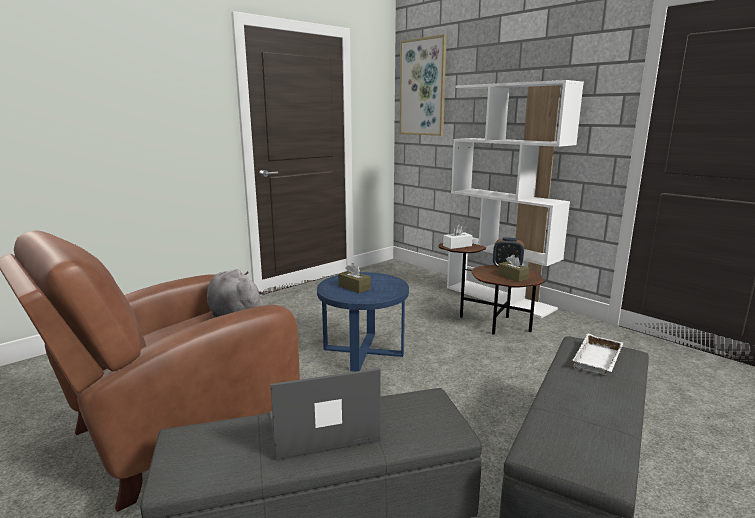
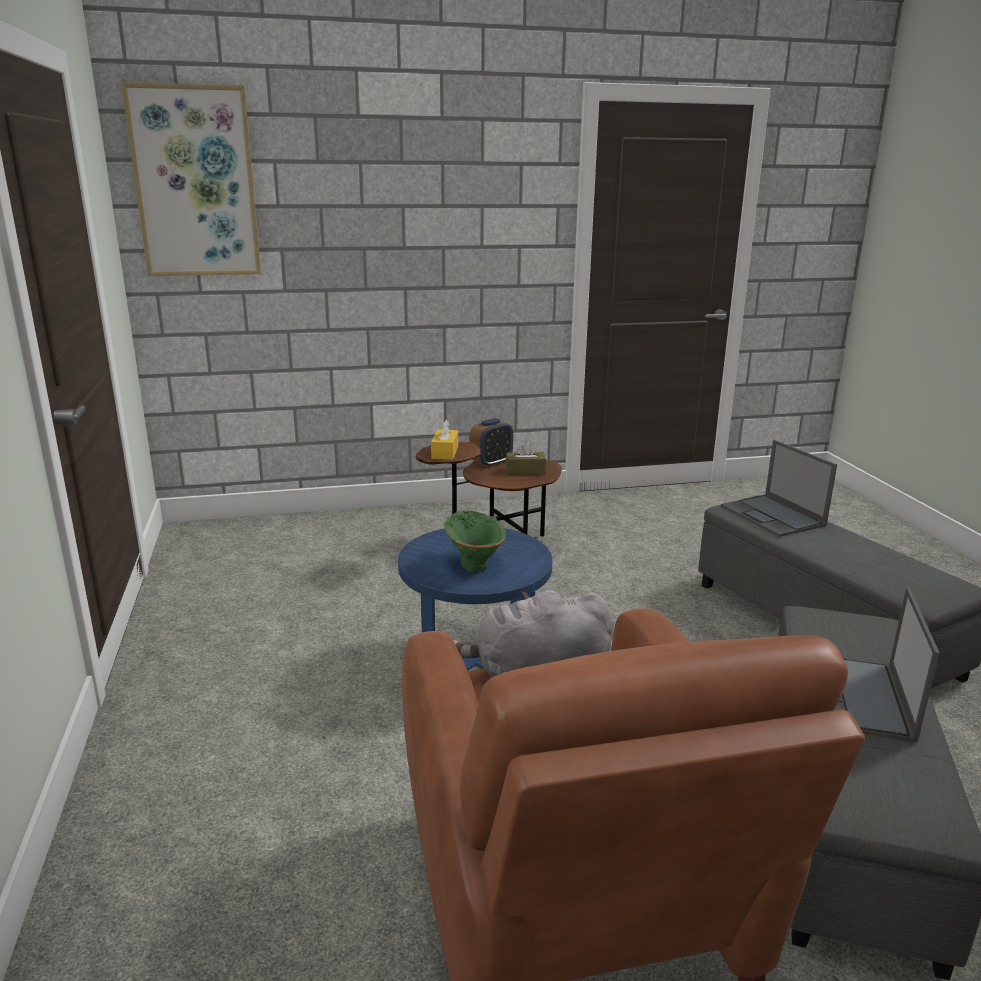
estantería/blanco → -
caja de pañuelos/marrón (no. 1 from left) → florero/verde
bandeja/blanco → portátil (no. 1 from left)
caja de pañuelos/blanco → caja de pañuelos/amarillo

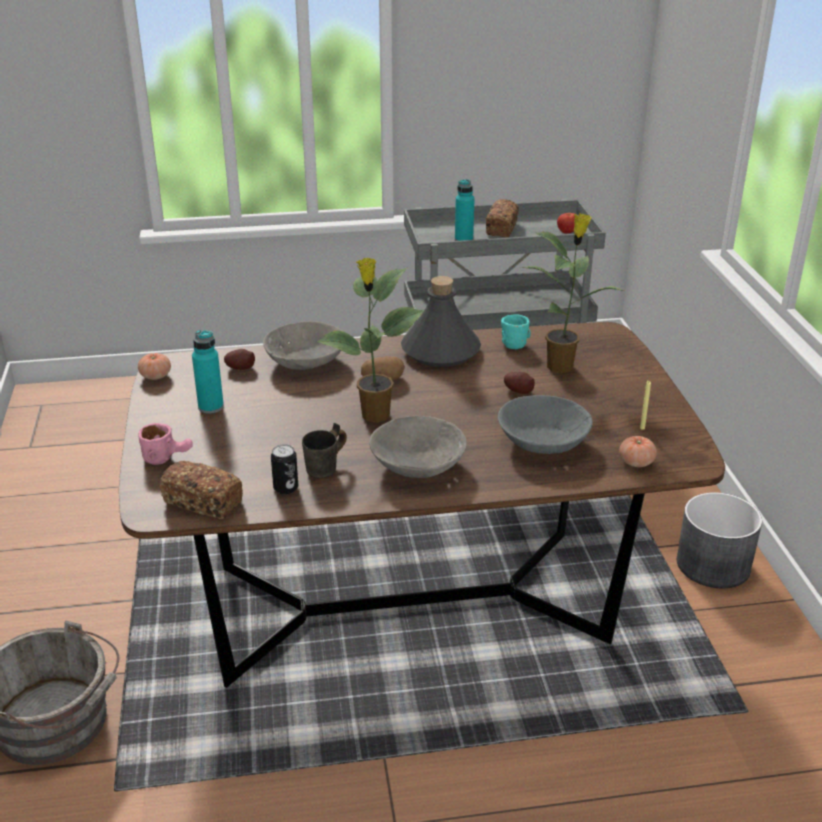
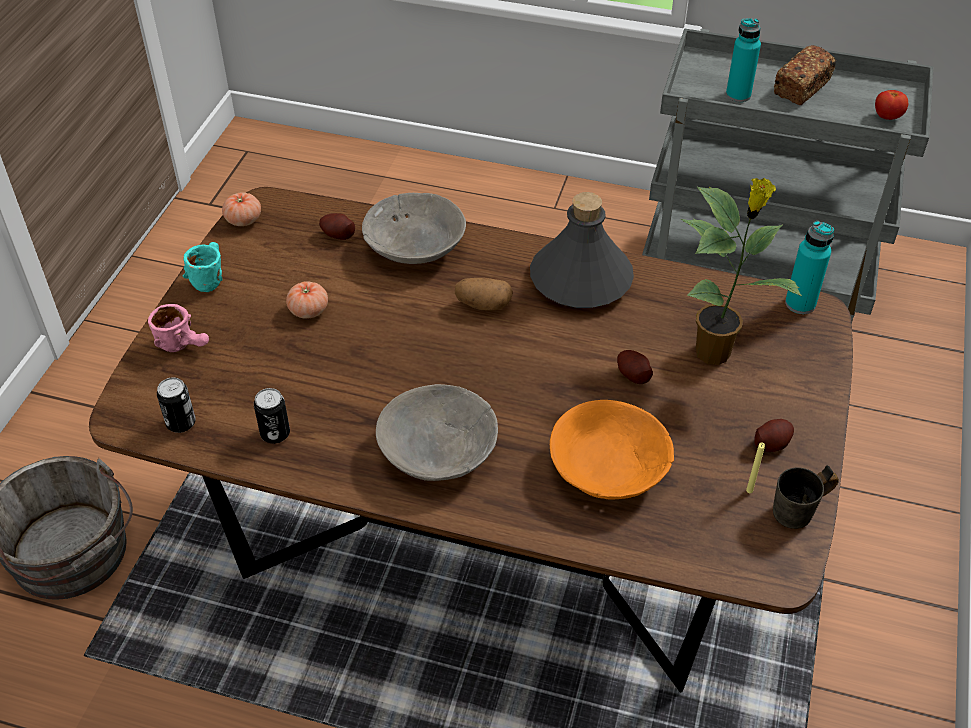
planta en maceta (no. 1 from left) → -
maceta/gris → -
- → patata (no. 4 from left)
botella/turquesa (no. 1 from left in the first image) → botella/turquesa (no. 2 from left), relocated
taza grande/gris, relocated
taza grande/turquesa, relocated
tomate (no. 3 from left in the first image) → tomate (no. 2 from left), relocated
pan (no. 1 from left) → lata (no. 1 from left)
cuenco/gris (no. 3 from left) → cuenco/naranja

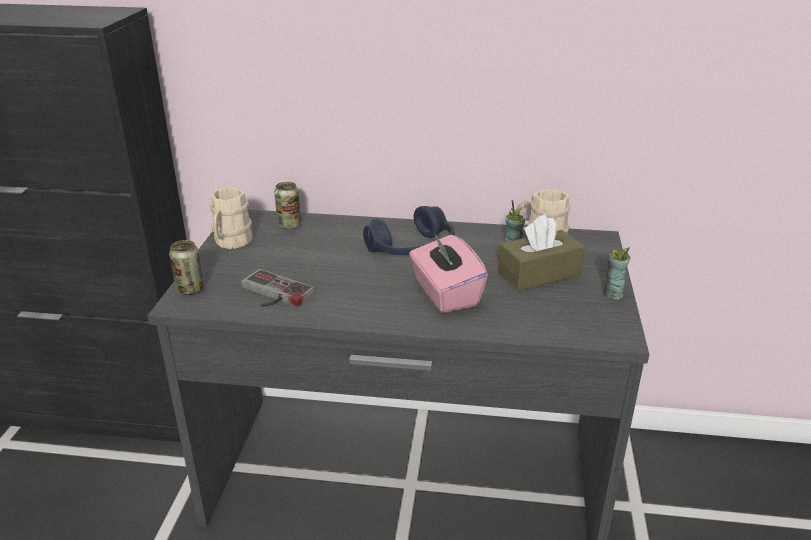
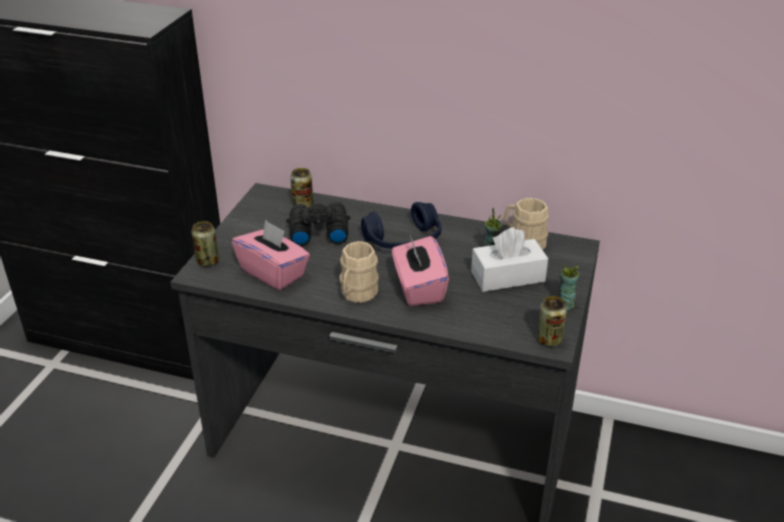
- → prismáticos/negro
- → lata (no. 3 from left)
taza grande/beis (no. 1 from left), relocated
mando de consola → caja de pañuelos/rosa (no. 1 from left)
caja de pañuelos/marrón → caja de pañuelos/blanco

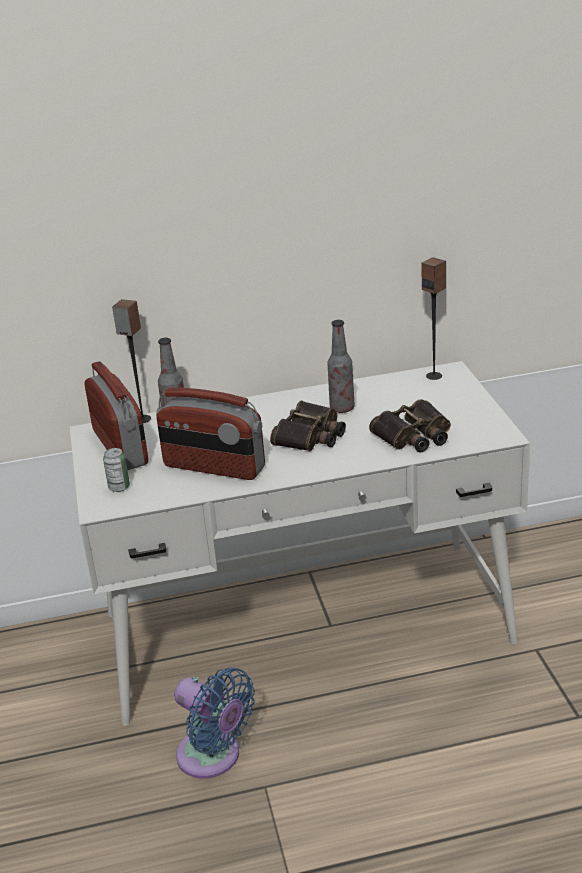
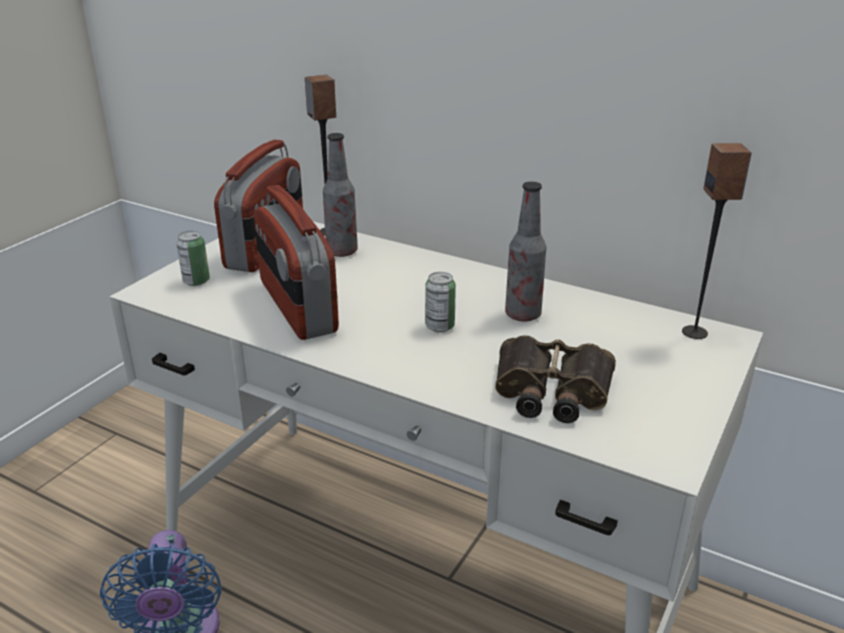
prismáticos (no. 1 from left) → lata (no. 2 from left)

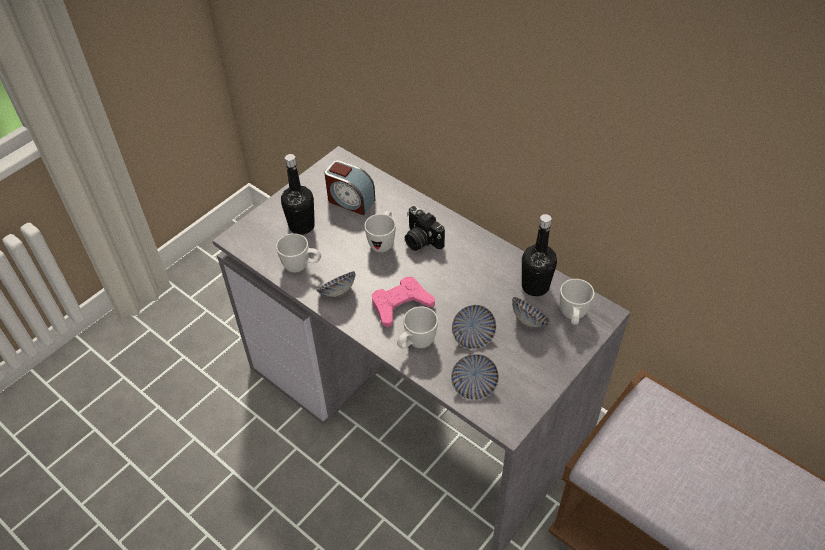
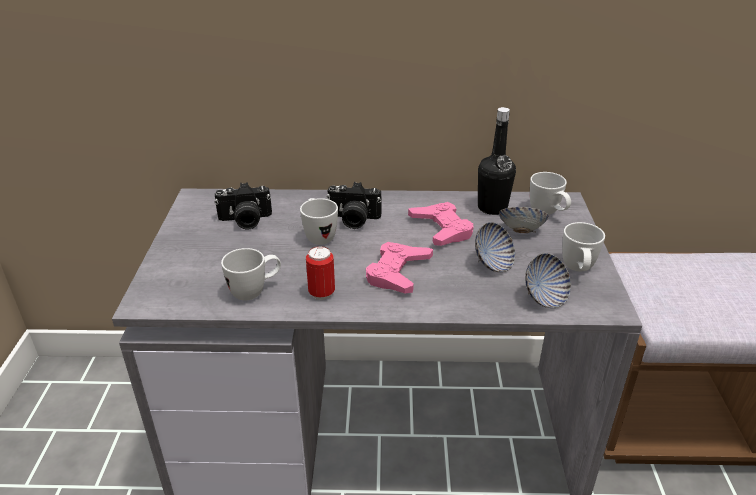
botella/negro (no. 1 from left) → -
- → mando de consola/rosa (no. 2 from left)
taza grande/blanco (no. 3 from left in the first image) → taza grande/blanco (no. 4 from left), relocated
cuenco (no. 1 from left) → lata
despertador → cámara (no. 1 from left)

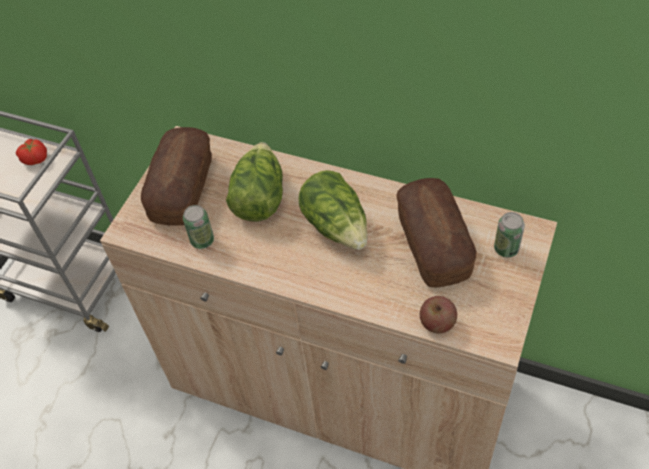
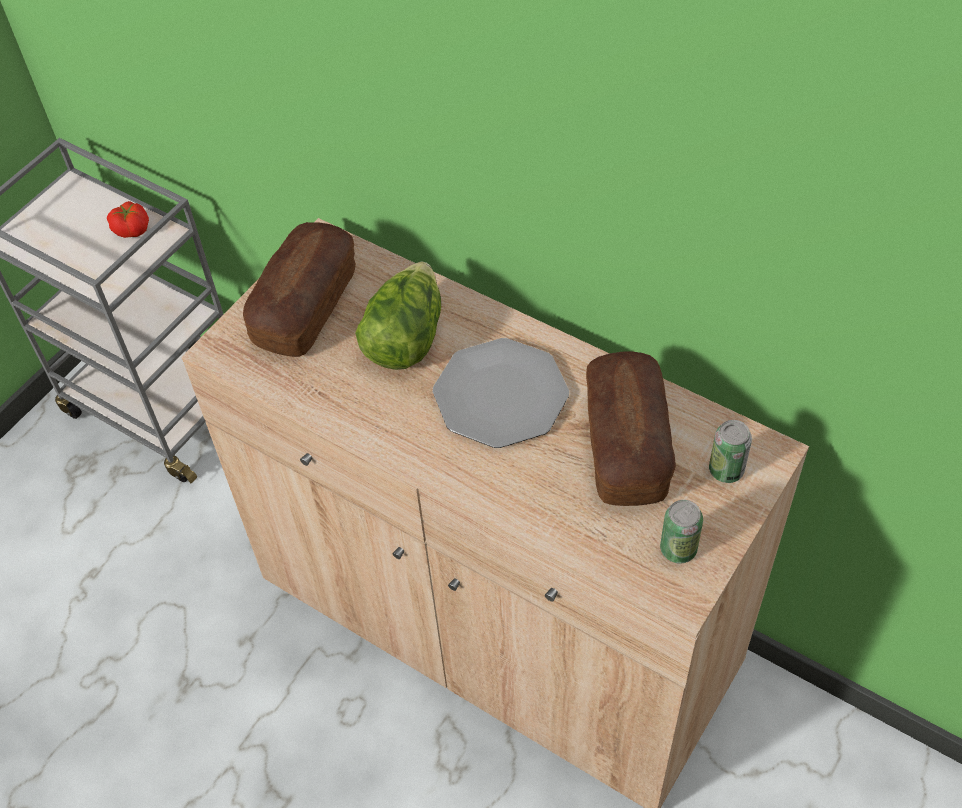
manzana → -
lata (no. 1 from left), relocated
lechuga (no. 2 from left) → plato

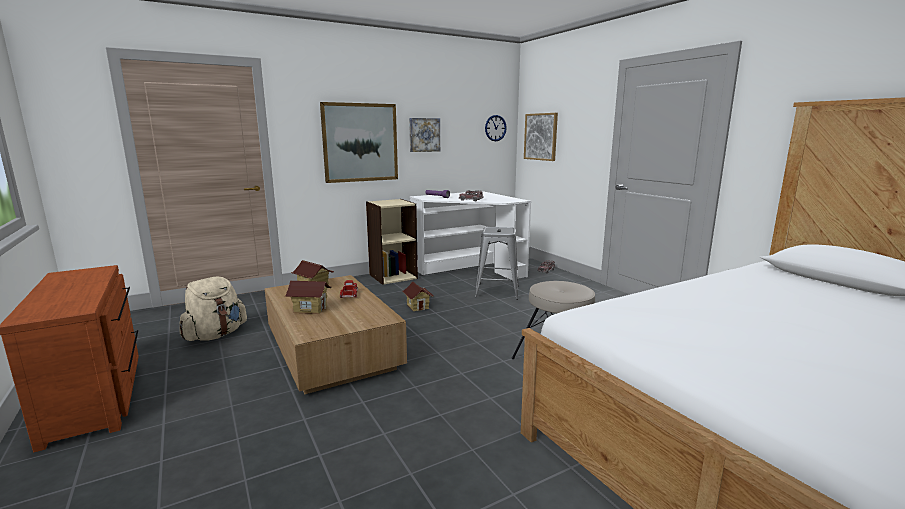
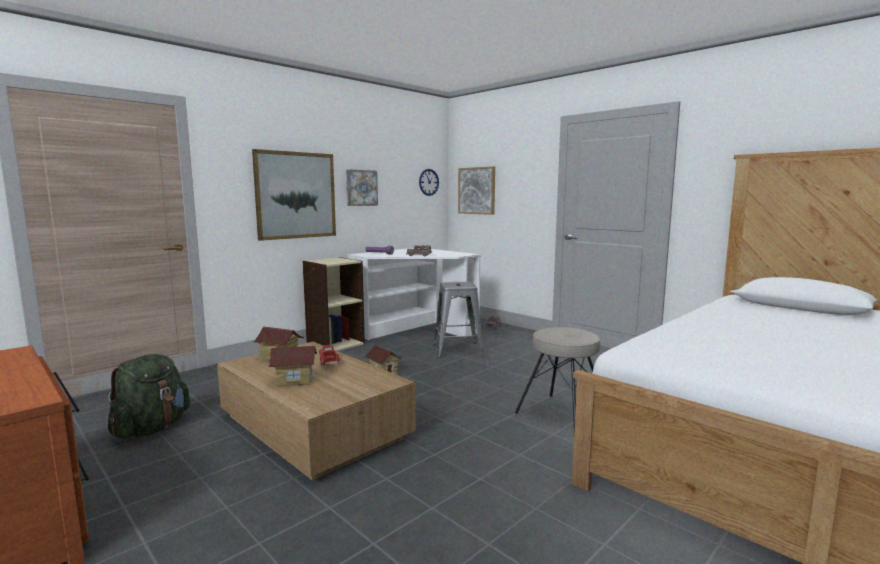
mochila/beis → mochila/verde

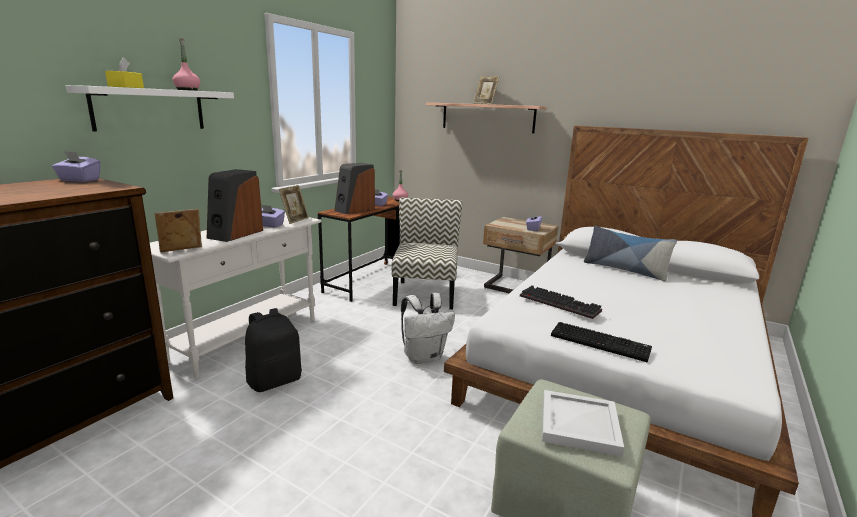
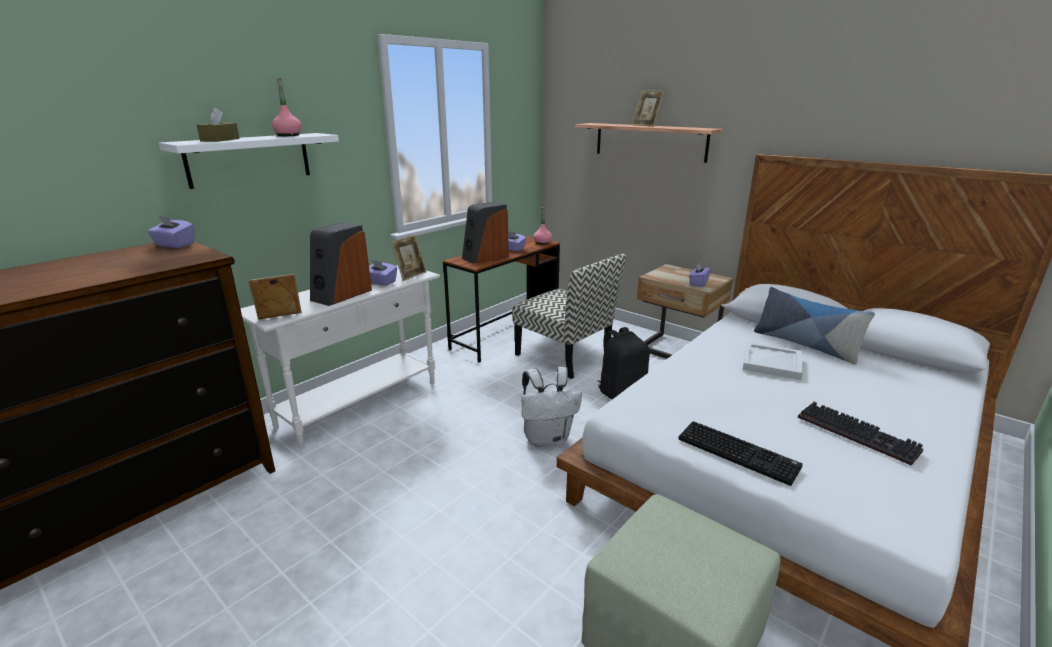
mochila/negro, relocated
teclado (no. 1 from left in the first image) → teclado (no. 2 from left), relocated
bandeja/blanco, relocated
caja de pañuelos/amarillo → caja de pañuelos/marrón
silla, 120 degrees clockwise

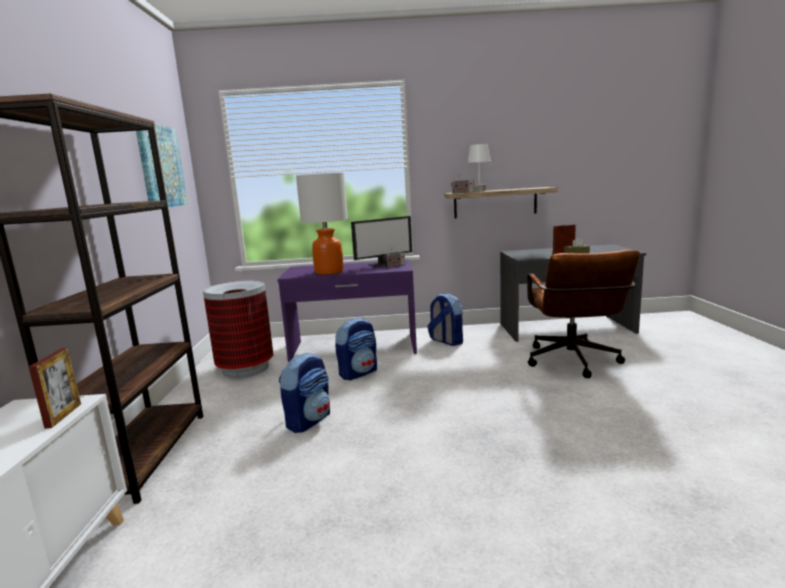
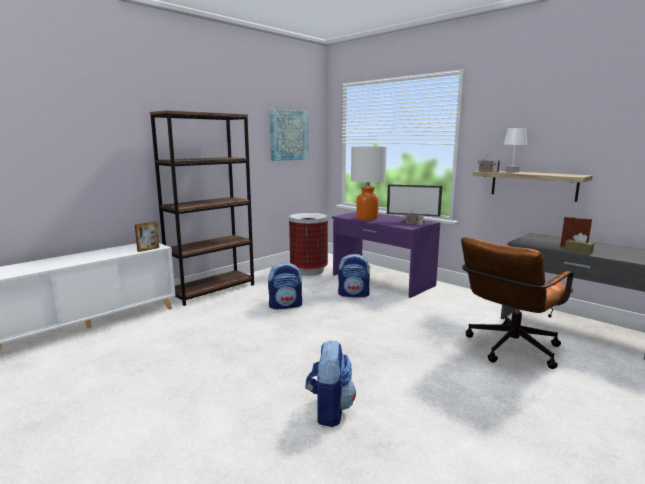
mochila (no. 3 from left in the first image) → mochila (no. 2 from left), relocated

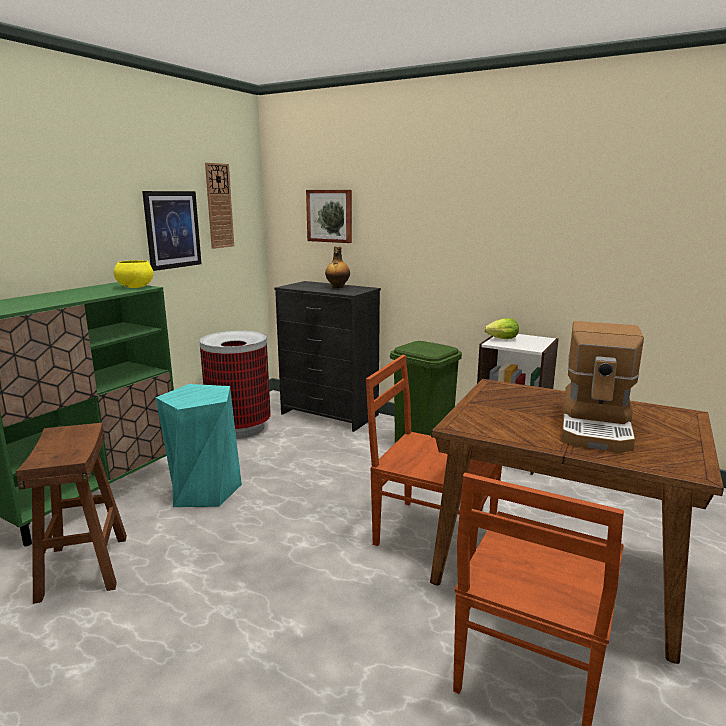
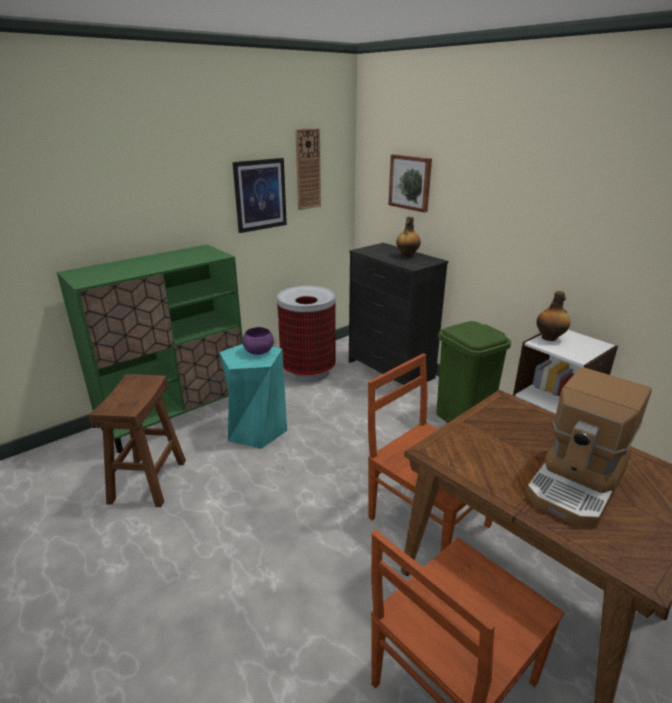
cuenco/amarillo → -
- → cuenco/morado
lechuga → botella (no. 2 from left)

